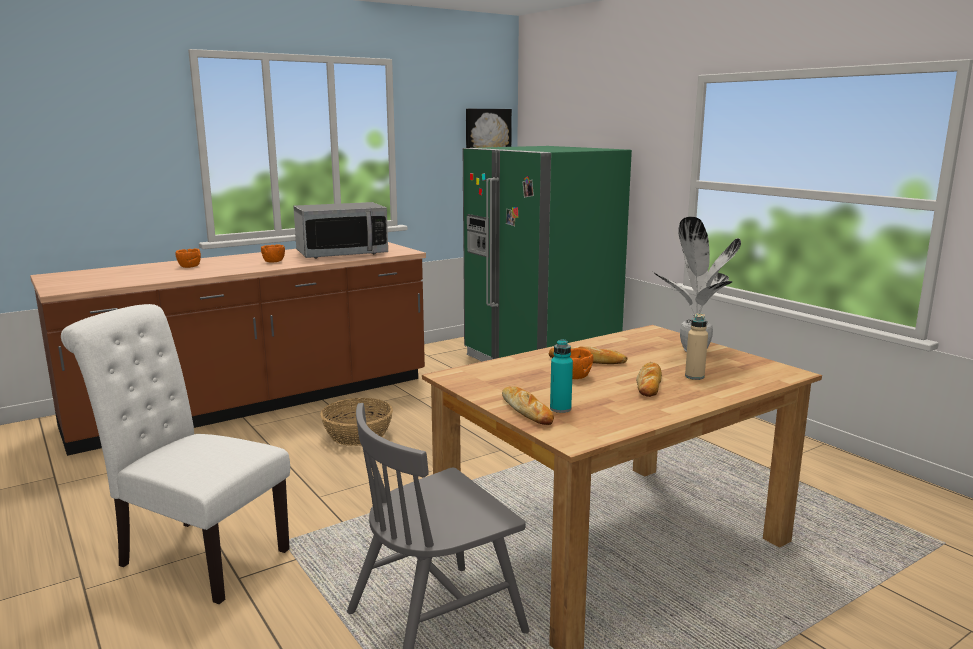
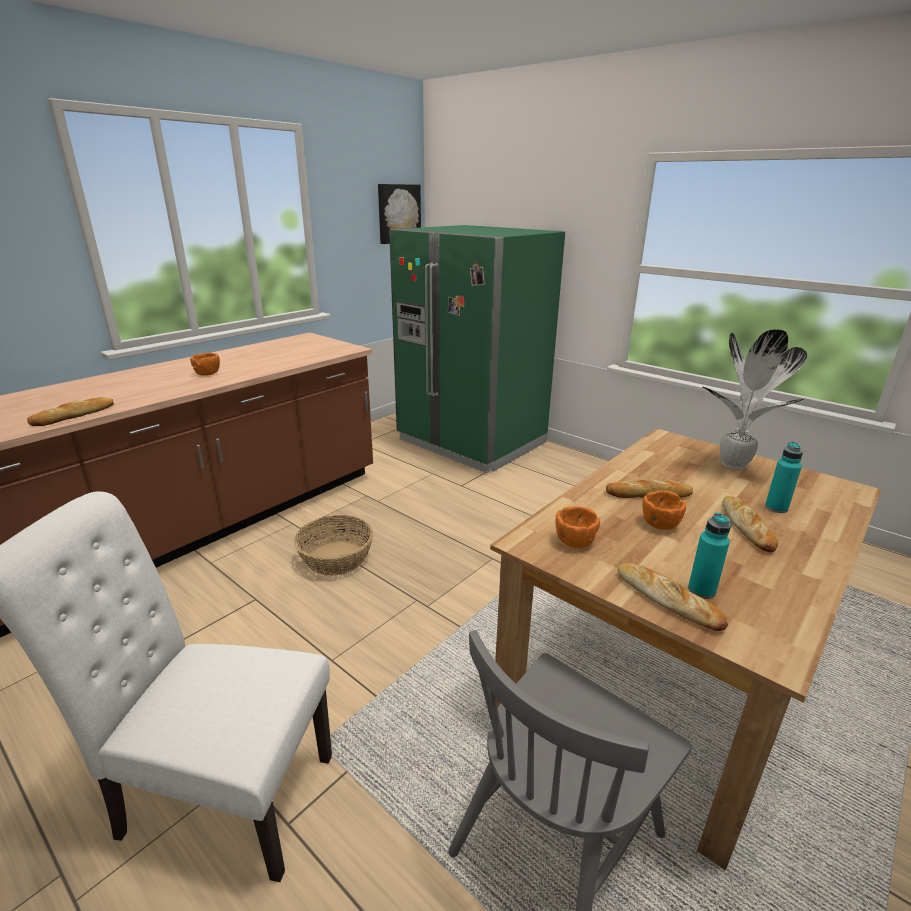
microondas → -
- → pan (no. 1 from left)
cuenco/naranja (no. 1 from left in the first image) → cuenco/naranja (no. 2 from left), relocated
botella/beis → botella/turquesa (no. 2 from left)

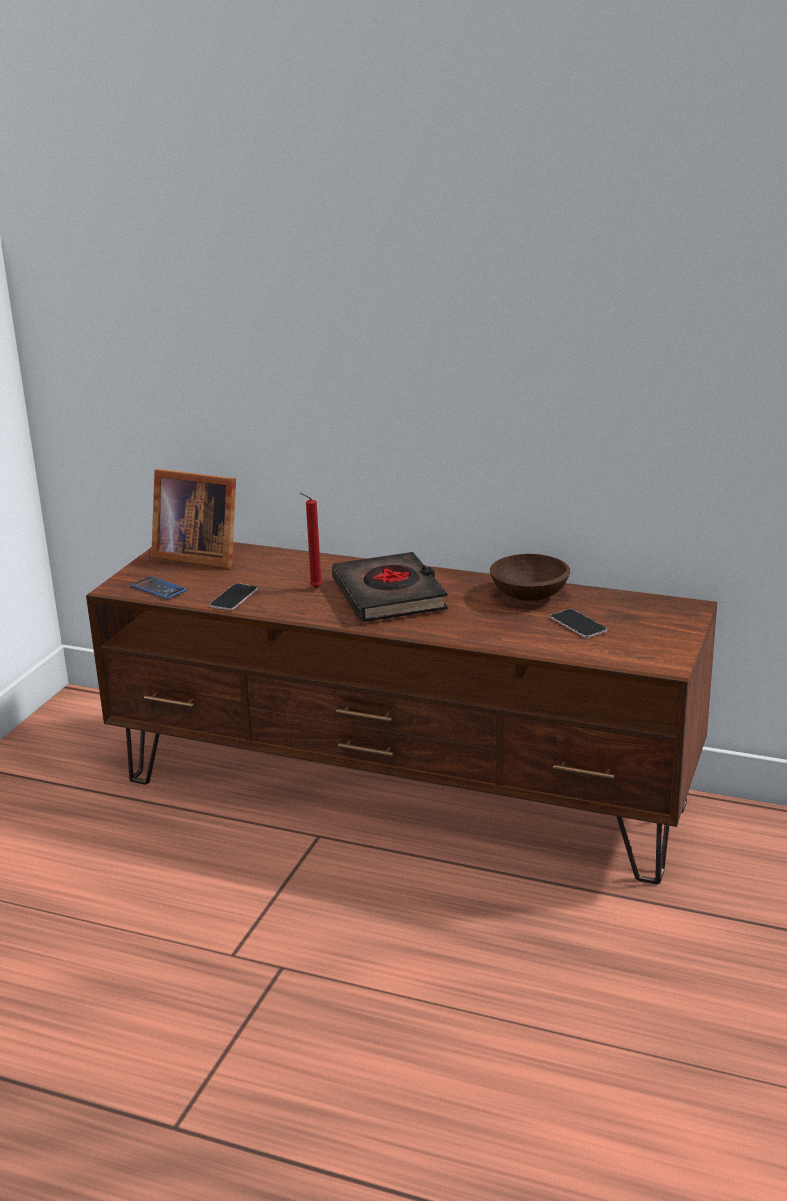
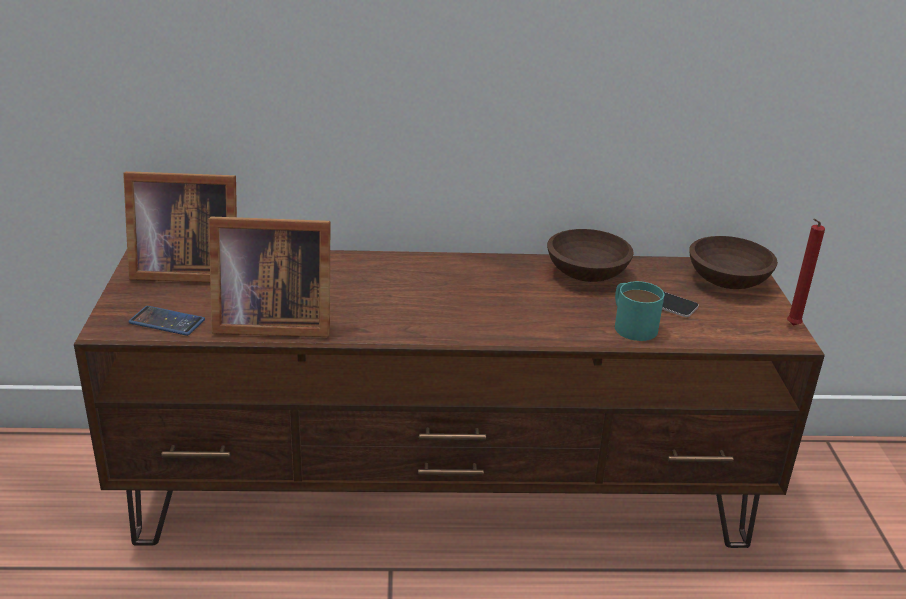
libro/negro → -
- → taza grande/turquesa
- → cuenco/marrón (no. 2 from left)
vela/rojo, relocated
móvil (no. 2 from left) → portarretratos (no. 2 from left)

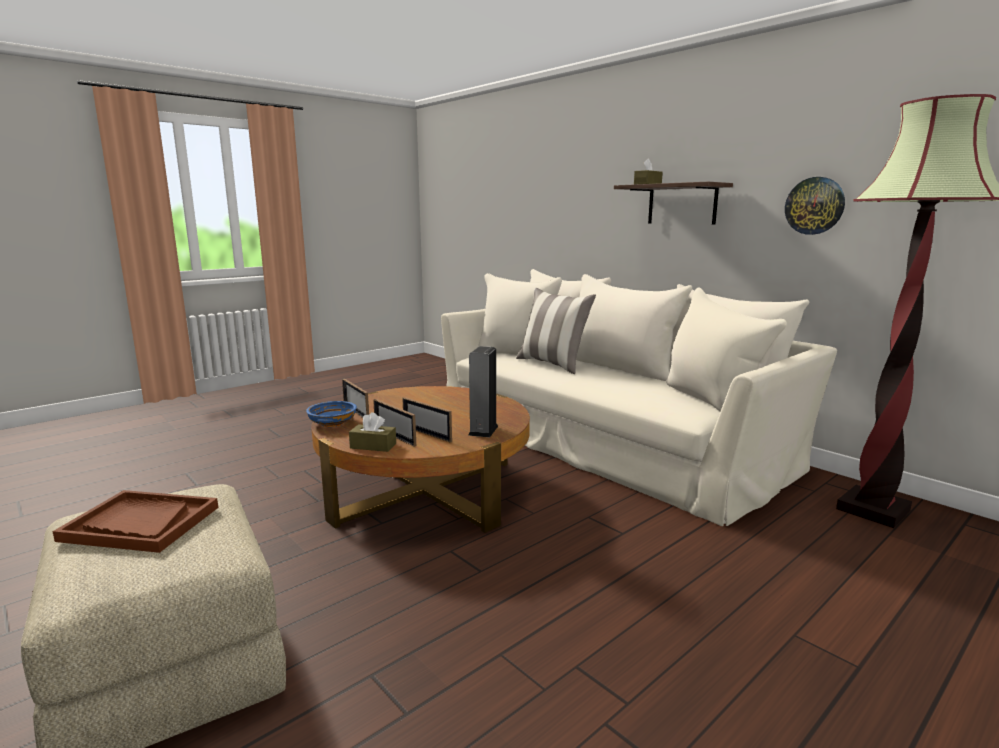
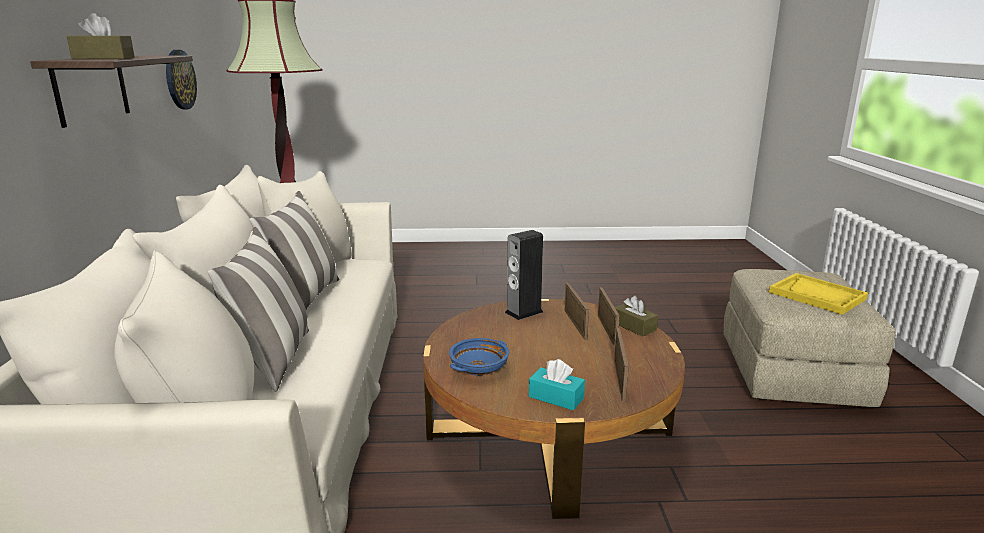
- → cojín (no. 2 from left)
- → caja de pañuelos/turquesa
cuenco/azul, relocated
bandeja/marrón → bandeja/amarillo

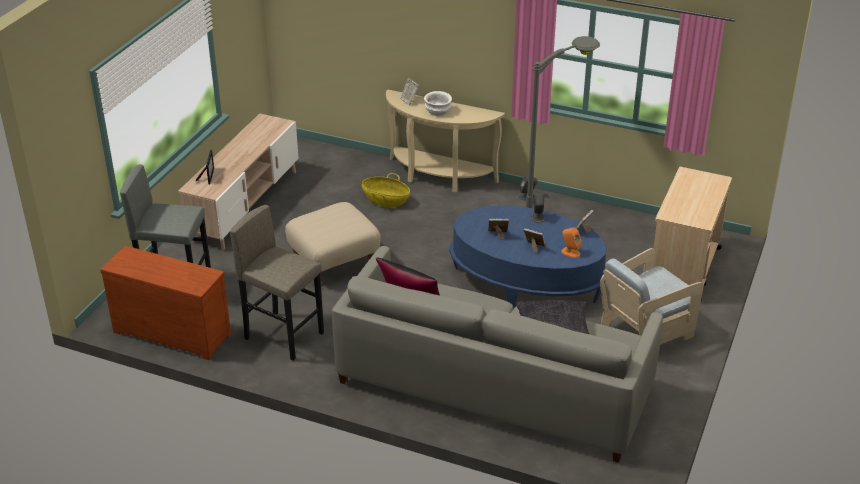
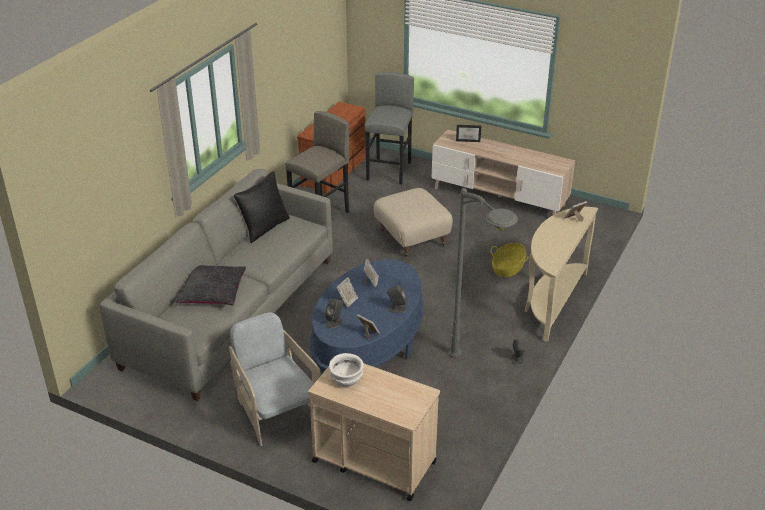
cuenco/blanco, relocated
altavoz/naranja → altavoz/gris (no. 1 from left)

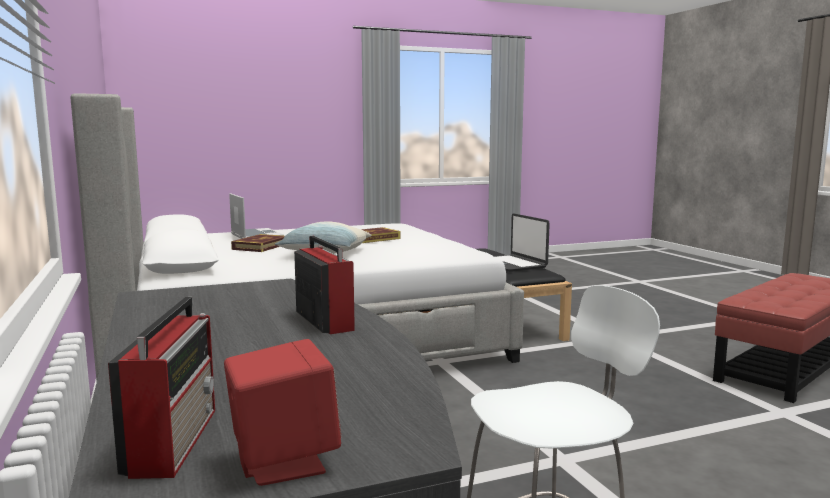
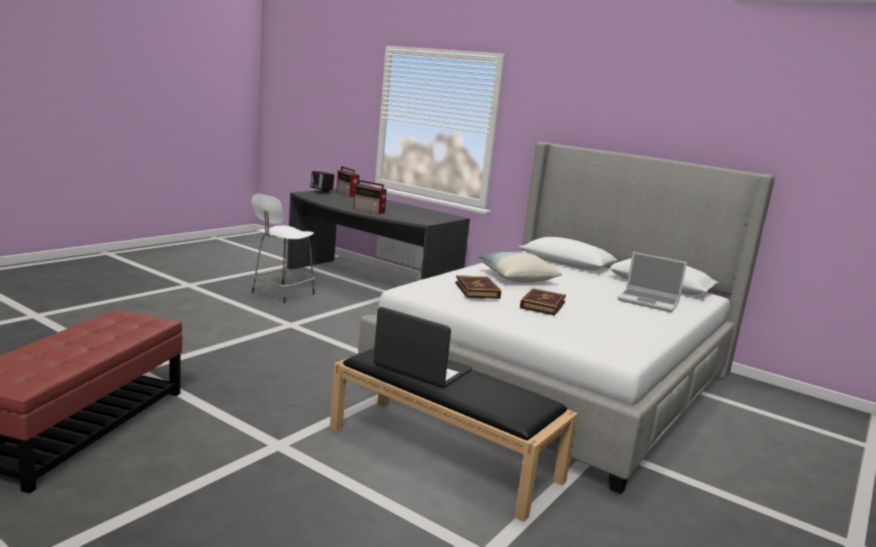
libro (no. 1 from left), relocated
altavoz/rojo → altavoz/negro

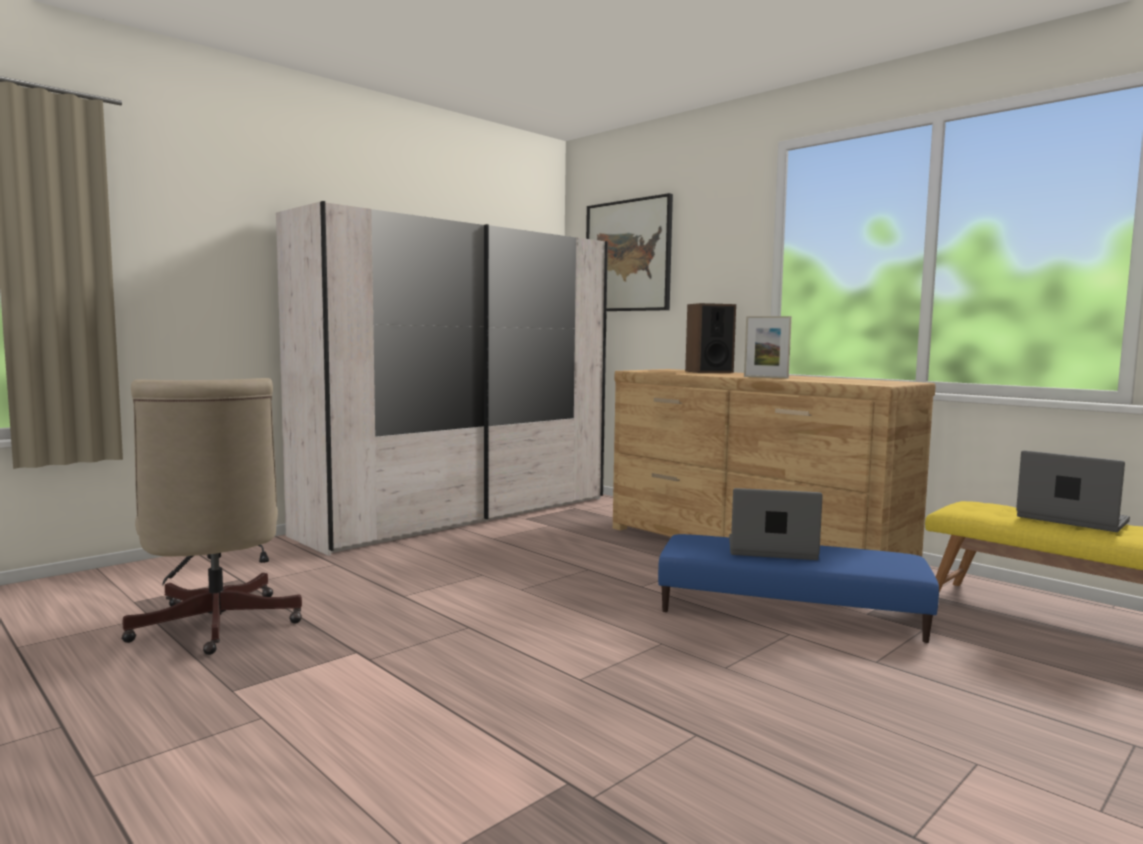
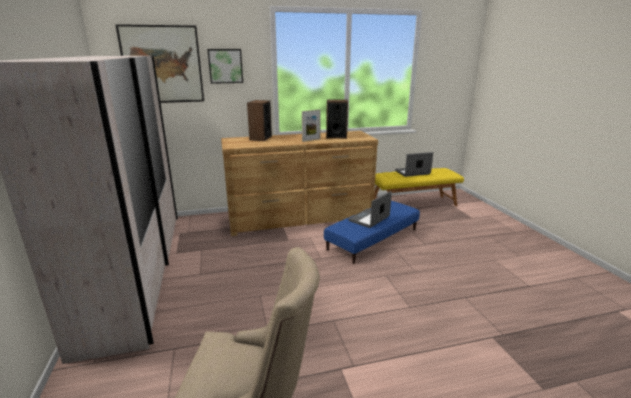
- → cuadro (no. 2 from left)
- → altavoz (no. 2 from left)

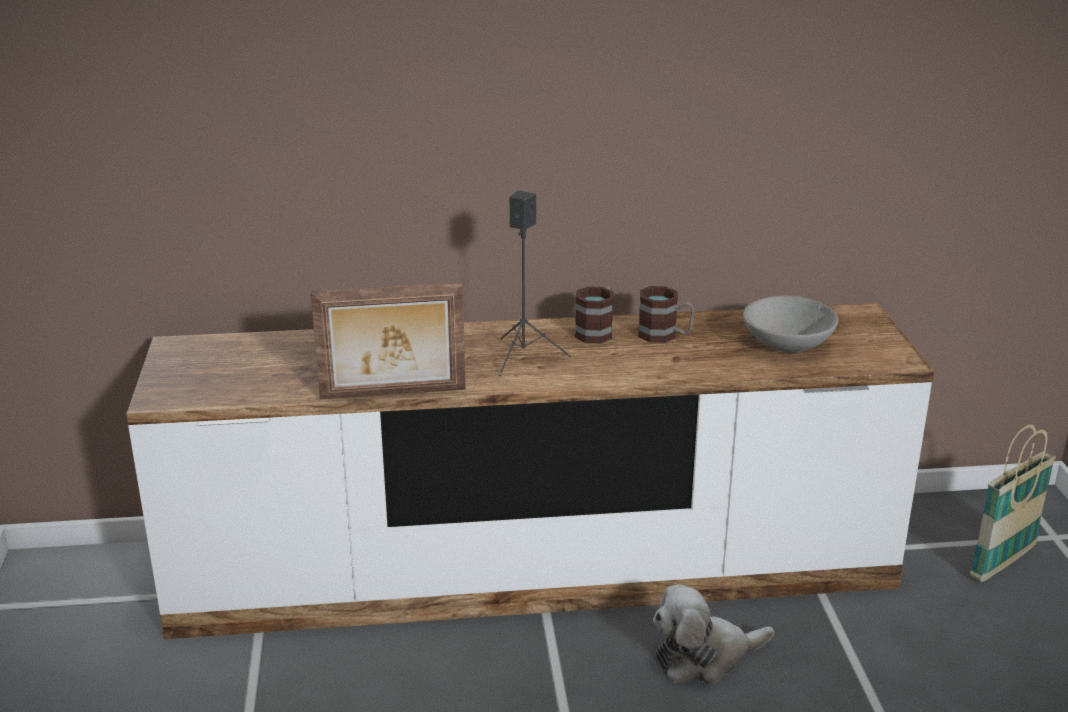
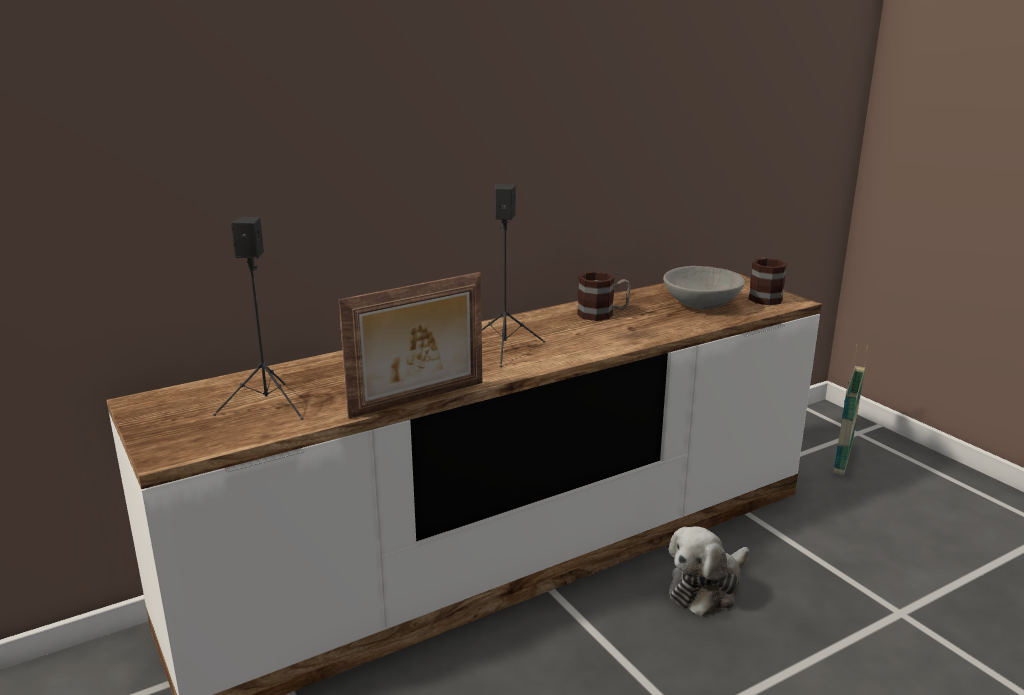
- → altavoz/negro (no. 1 from left)
taza grande (no. 1 from left in the first image) → taza grande (no. 2 from left), relocated

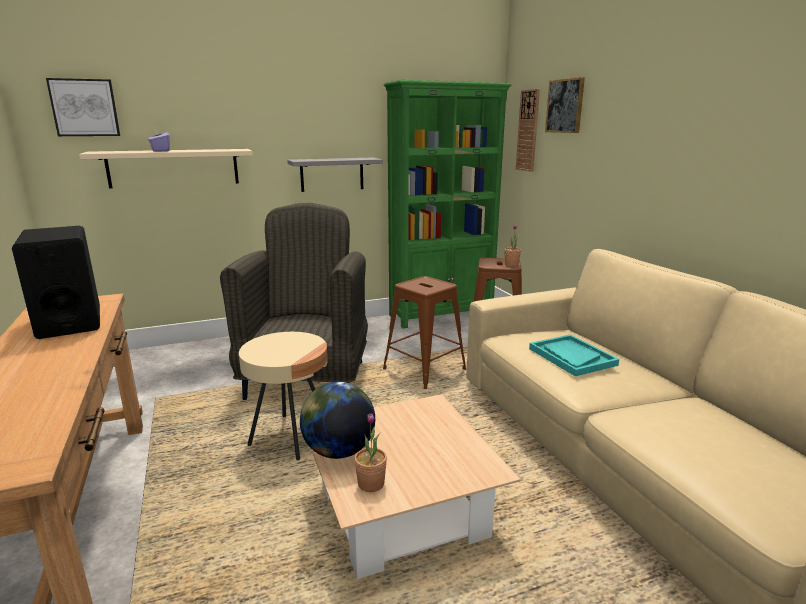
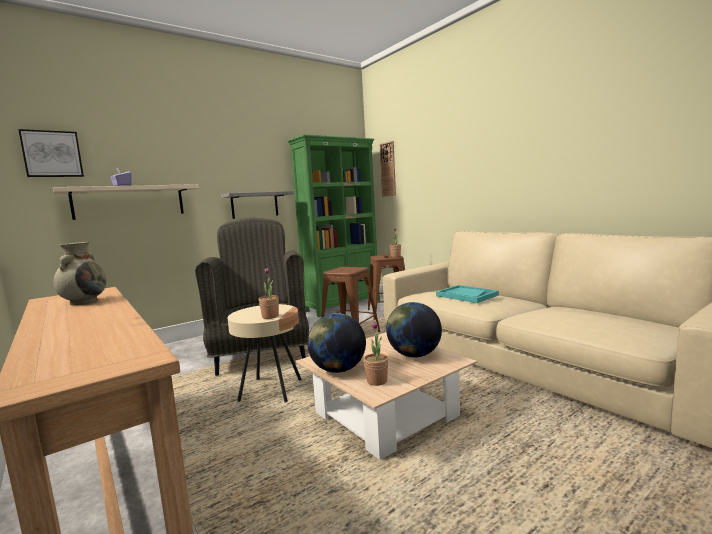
cuadro (no. 2 from left) → -
- → planta en maceta (no. 1 from left)
- → globo terráqueo (no. 2 from left)
altavoz/negro → florero/beis

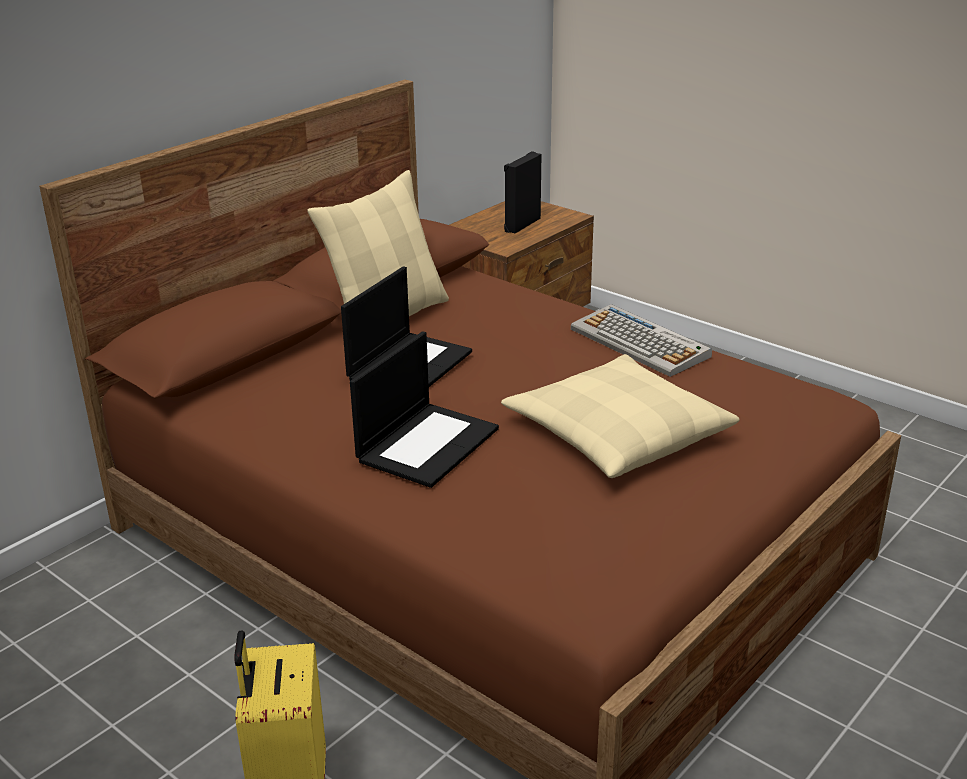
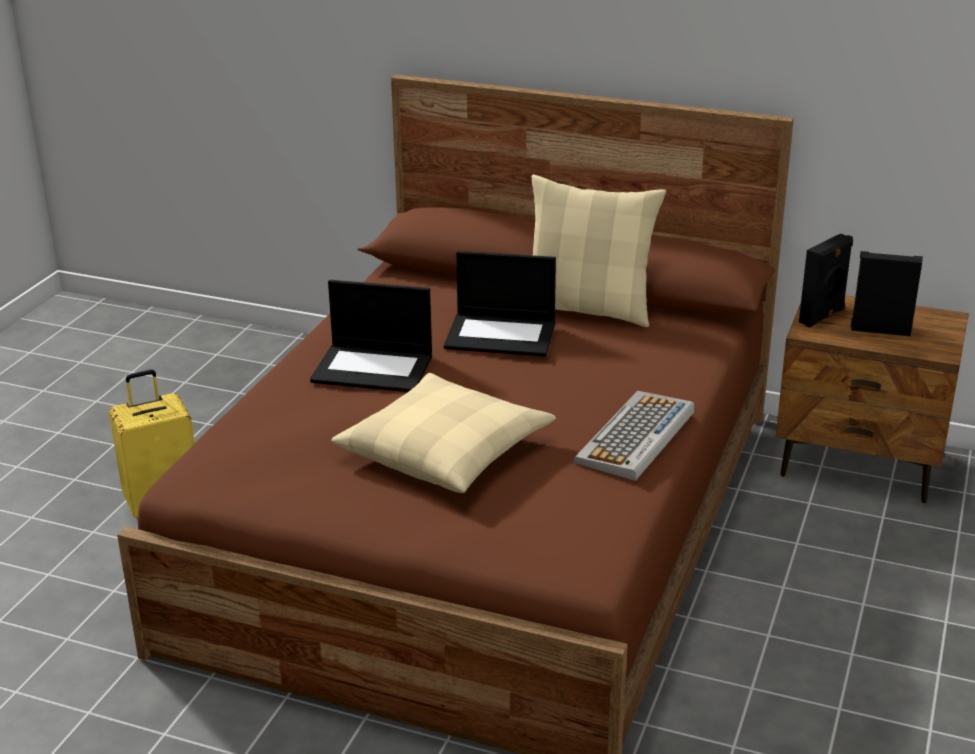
- → altavoz/negro (no. 1 from left)

